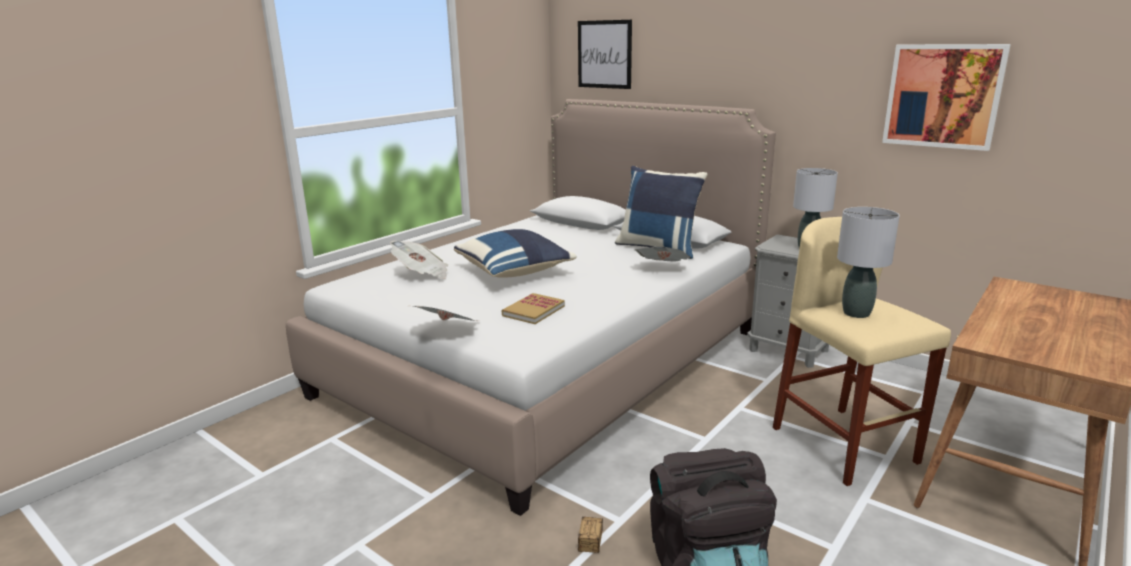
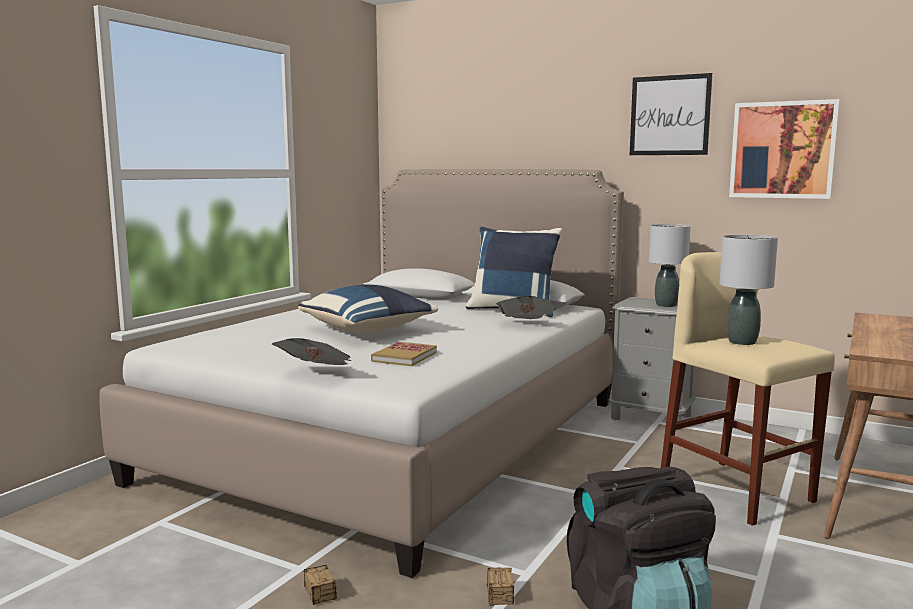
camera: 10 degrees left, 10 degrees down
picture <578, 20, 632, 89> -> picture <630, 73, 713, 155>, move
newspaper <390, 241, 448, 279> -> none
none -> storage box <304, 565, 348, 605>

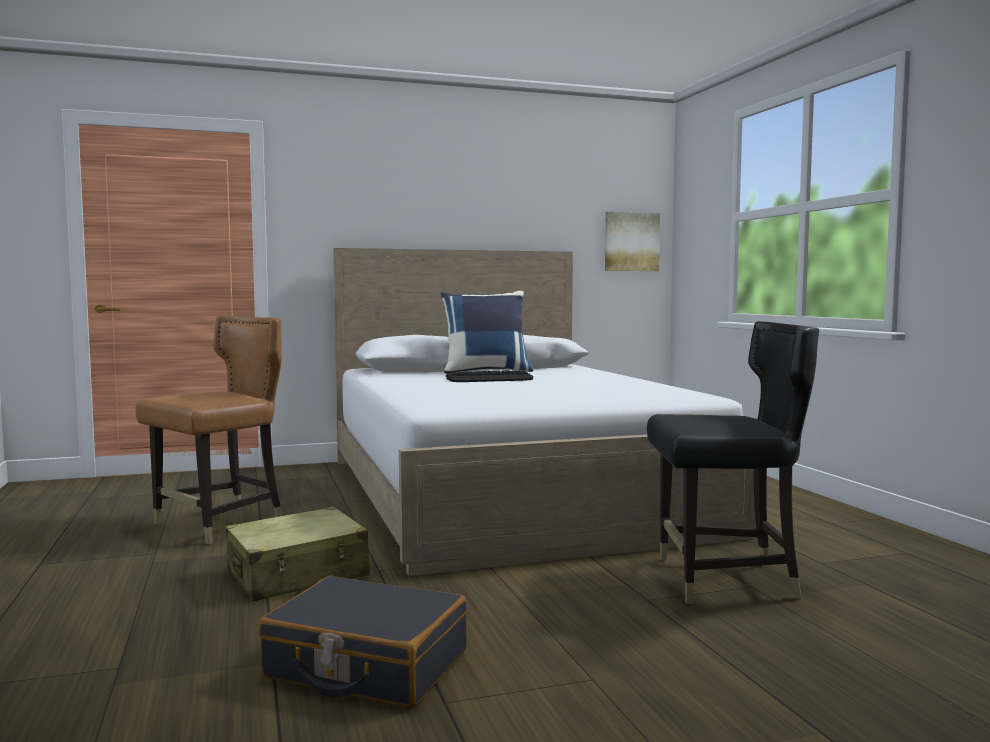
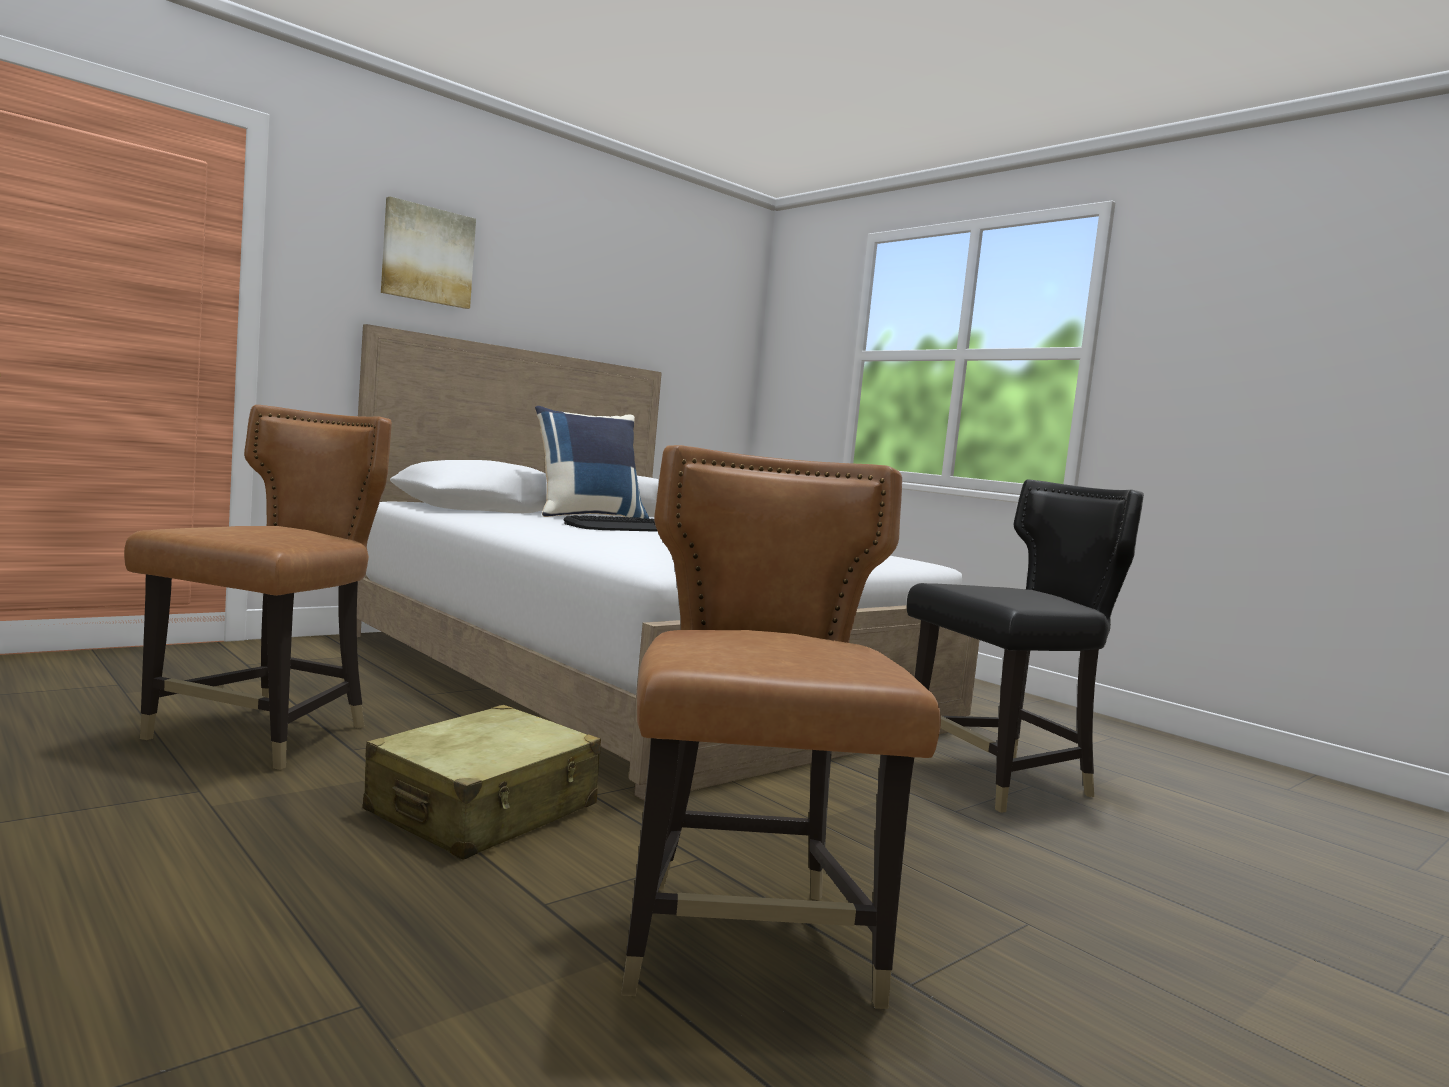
camera: 25 degrees left, 0 degrees up
picture <605, 212, 660, 271> -> picture <381, 196, 476, 309>, move
black suitcase <258, 576, 467, 708> -> brown chair <621, 445, 941, 1009>

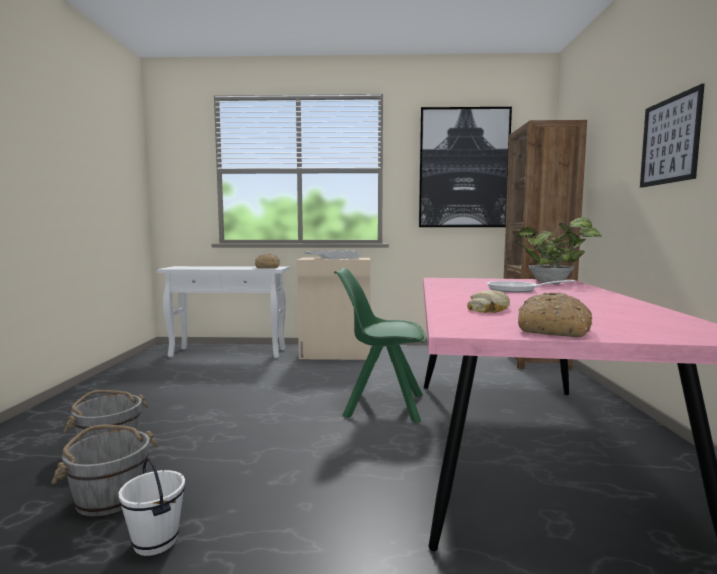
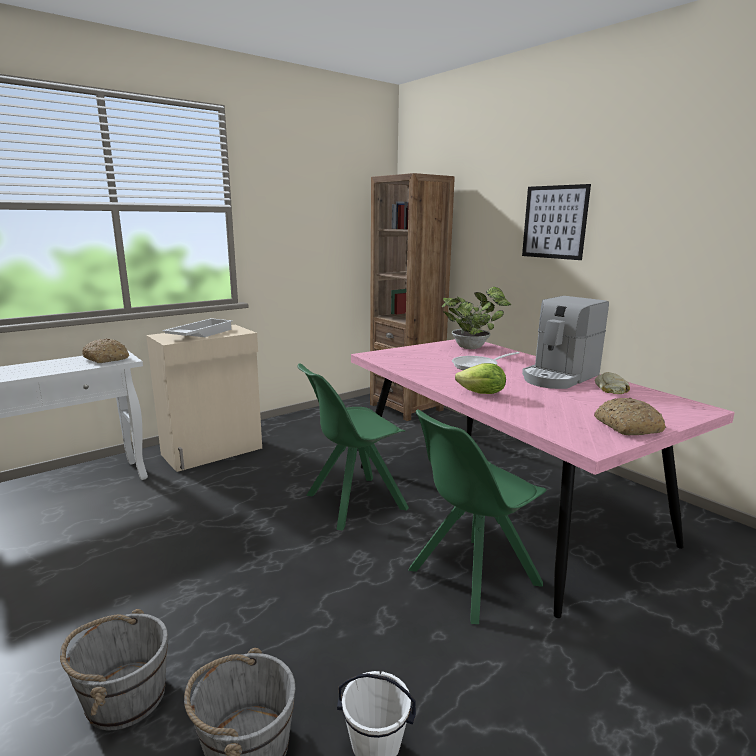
camera: 40 degrees left, 10 degrees up
picture <419, 107, 512, 227> -> none
bread <467, 290, 510, 313> -> bread <595, 372, 630, 394>, move
none -> coffee machine <522, 296, 609, 389>
none -> lettuce <455, 363, 506, 394>
none -> green chair <408, 409, 547, 624>

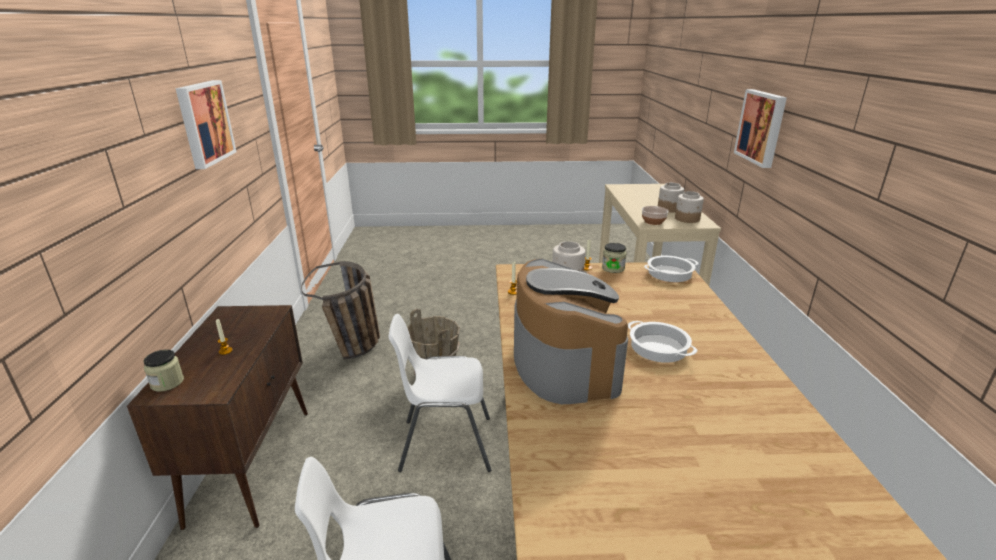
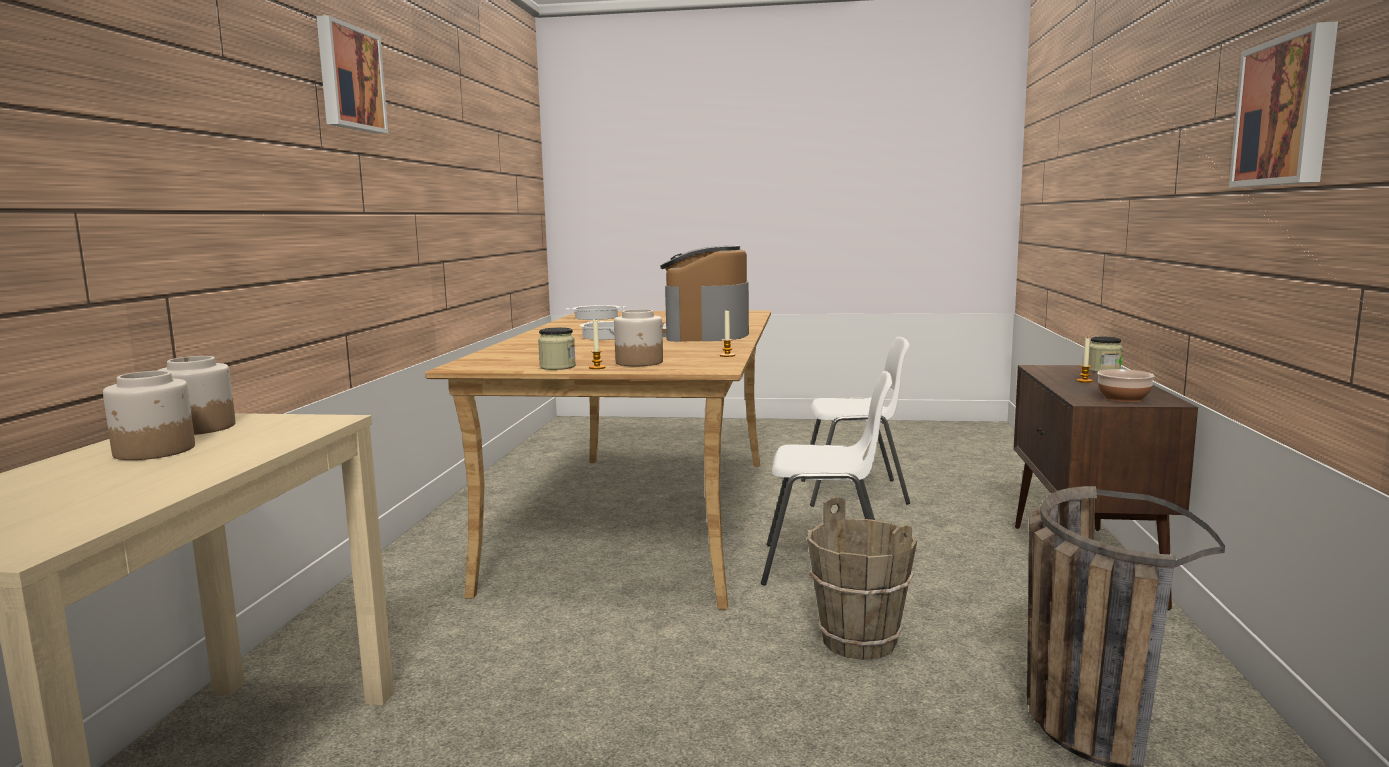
camera: 170 degrees left, 15 degrees down
picture <734, 89, 787, 168> -> picture <316, 15, 388, 134>, move
bowl <642, 206, 669, 225> -> bowl <1097, 369, 1154, 402>, move
cooking pot <644, 256, 699, 282> -> cooking pot <566, 305, 626, 320>, move

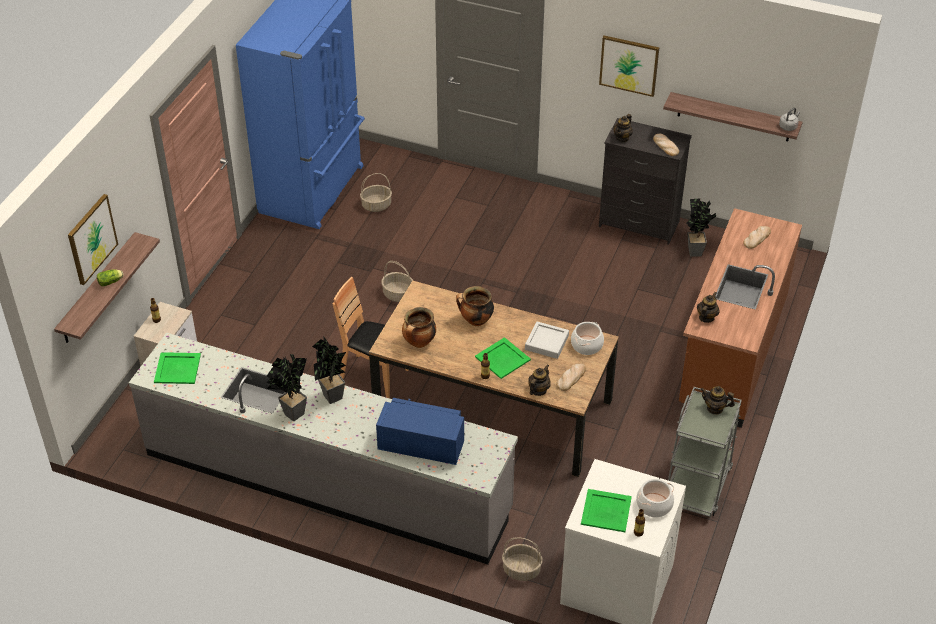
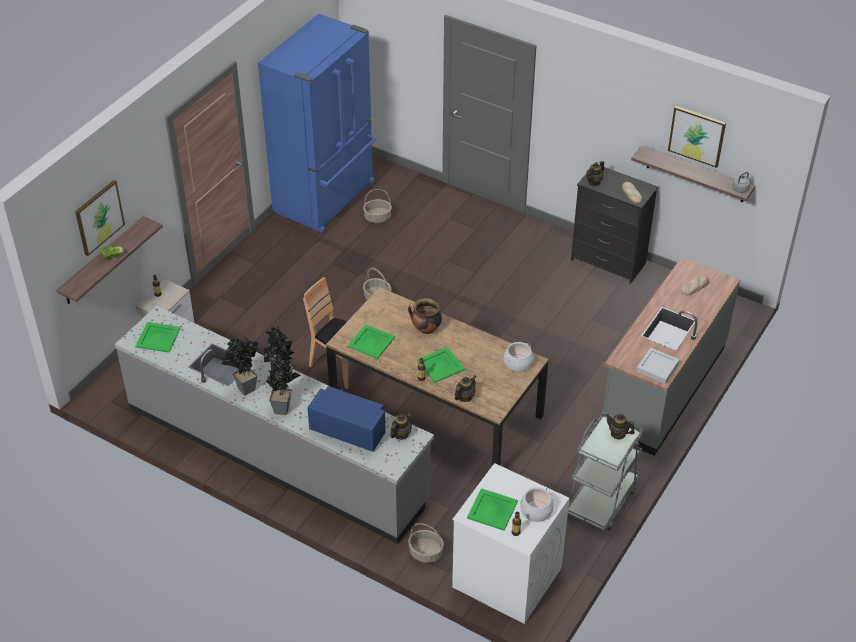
camera: 10 degrees right, 0 degrees up
picture <599, 35, 659, 97> -> picture <668, 106, 726, 168>, move
potted plant <686, 198, 716, 257> -> potted plant <266, 354, 301, 415>, move
brown counter <679, 208, 802, 428> -> grey counter <603, 257, 740, 456>
teapot <697, 292, 720, 323> -> teapot <390, 411, 412, 440>, move
cooking pot <402, 307, 436, 348> -> green tray <347, 324, 395, 359>
grey tray <525, 321, 569, 359> -> grey tray <636, 348, 679, 384>, move
bread <557, 364, 586, 391> -> none

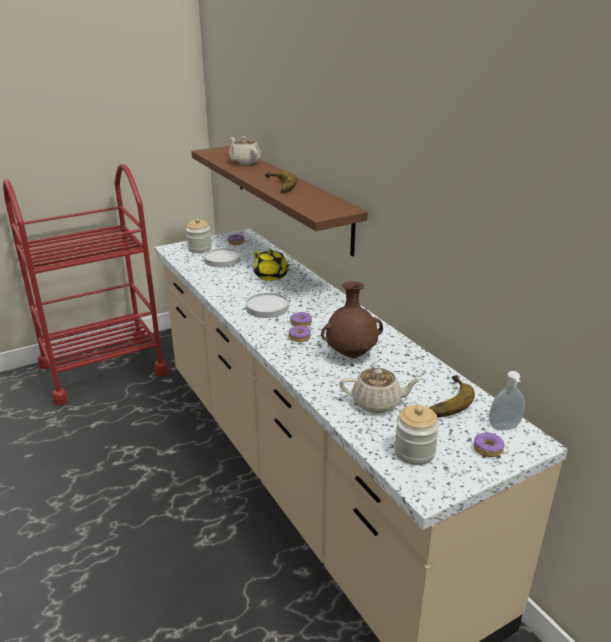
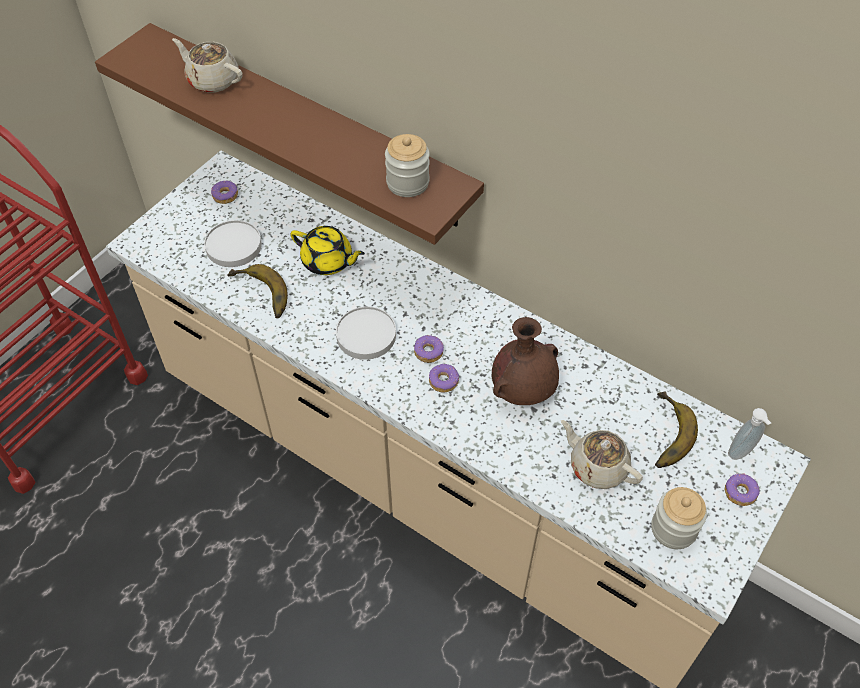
camera: 25 degrees left, 25 degrees up
banana <265, 171, 297, 193> -> banana <227, 264, 288, 318>, move
jar <186, 218, 212, 253> -> jar <385, 134, 430, 197>, move
beige teapot <339, 368, 422, 413> -> beige teapot <561, 420, 643, 489>, 120 degrees counterclockwise

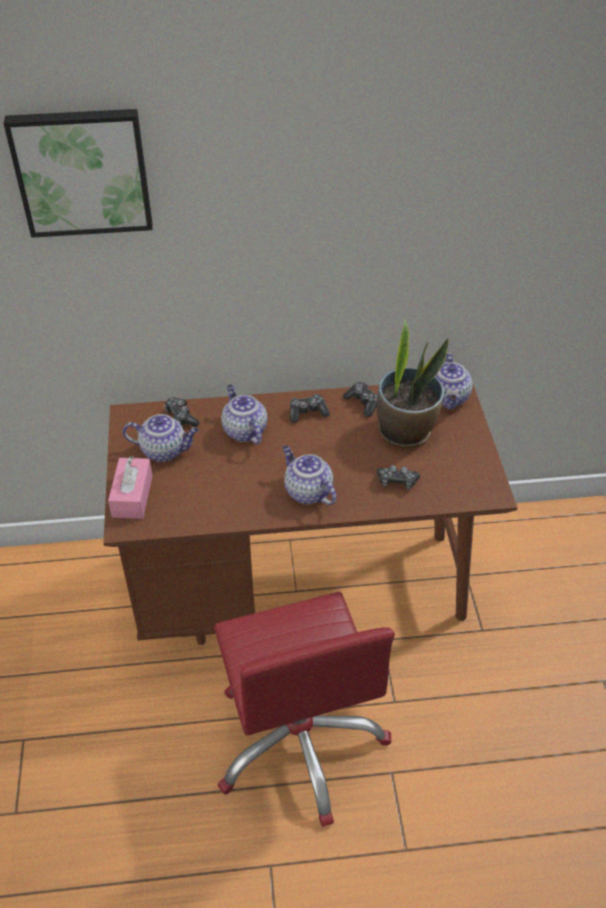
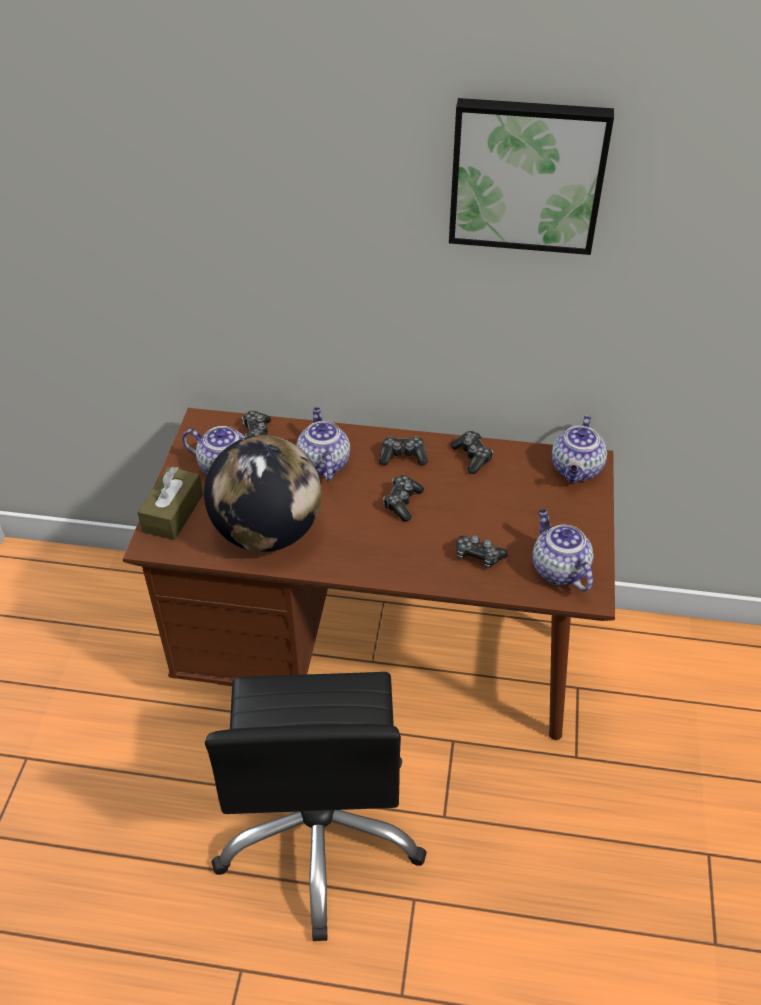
camera: 15 degrees right, 0 degrees up
picture <3, 109, 152, 238> -> picture <449, 98, 614, 255>, move
potted plant <377, 319, 449, 448> -> none
teapot <282, 445, 337, 505> -> teapot <533, 509, 593, 591>, move
pink tissue box <108, 456, 153, 519> -> brown tissue box <137, 467, 203, 540>
red office chair <214, 592, 395, 827> -> black office chair <205, 672, 427, 941>
none -> globe <204, 435, 321, 552>
none -> game controller <383, 475, 424, 521>

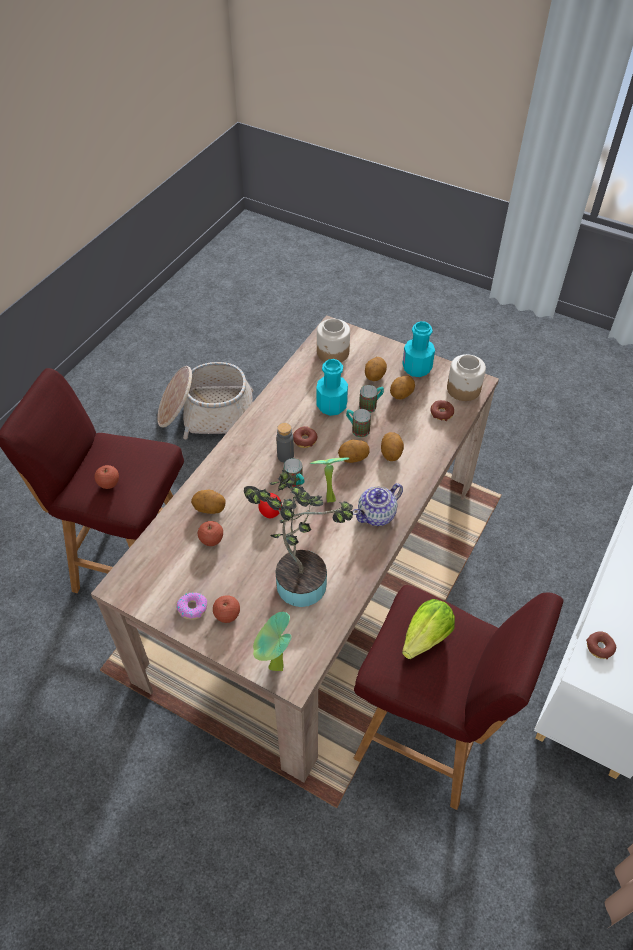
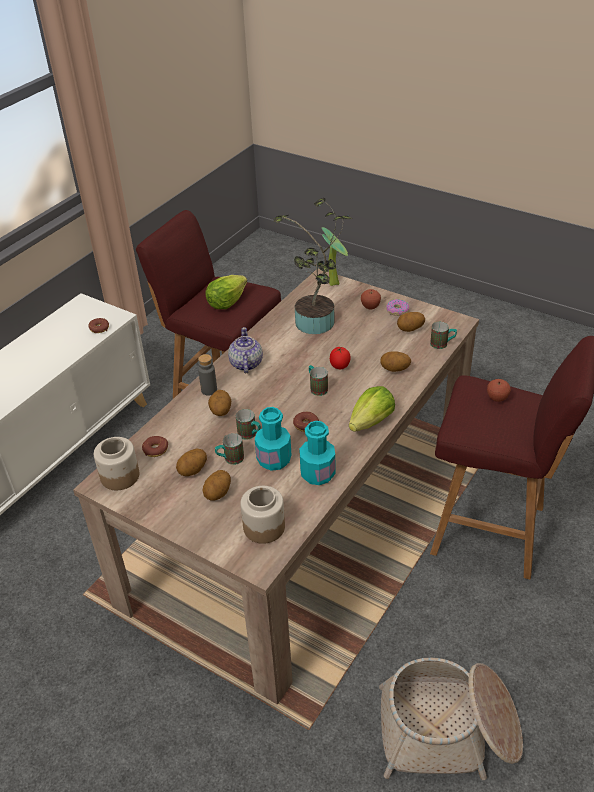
camera: 175 degrees left, 10 degrees down
turquoise bottle <402, 321, 435, 377> -> turquoise bottle <299, 421, 335, 485>, move
grey bottle <276, 423, 294, 462> -> grey bottle <198, 354, 217, 396>, move
potato <338, 440, 370, 463> -> potato <397, 312, 425, 332>, move
potted plant <310, 457, 350, 503> -> none
teapot <353, 483, 403, 526> -> teapot <228, 327, 263, 373>, 60 degrees counterclockwise
apple <198, 521, 223, 546> -> none
none -> mug <430, 322, 457, 349>
none -> lettuce <349, 386, 395, 432>

